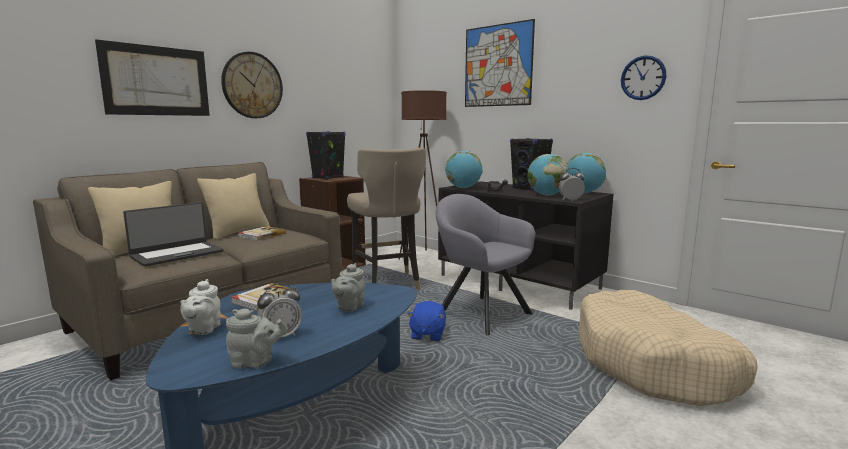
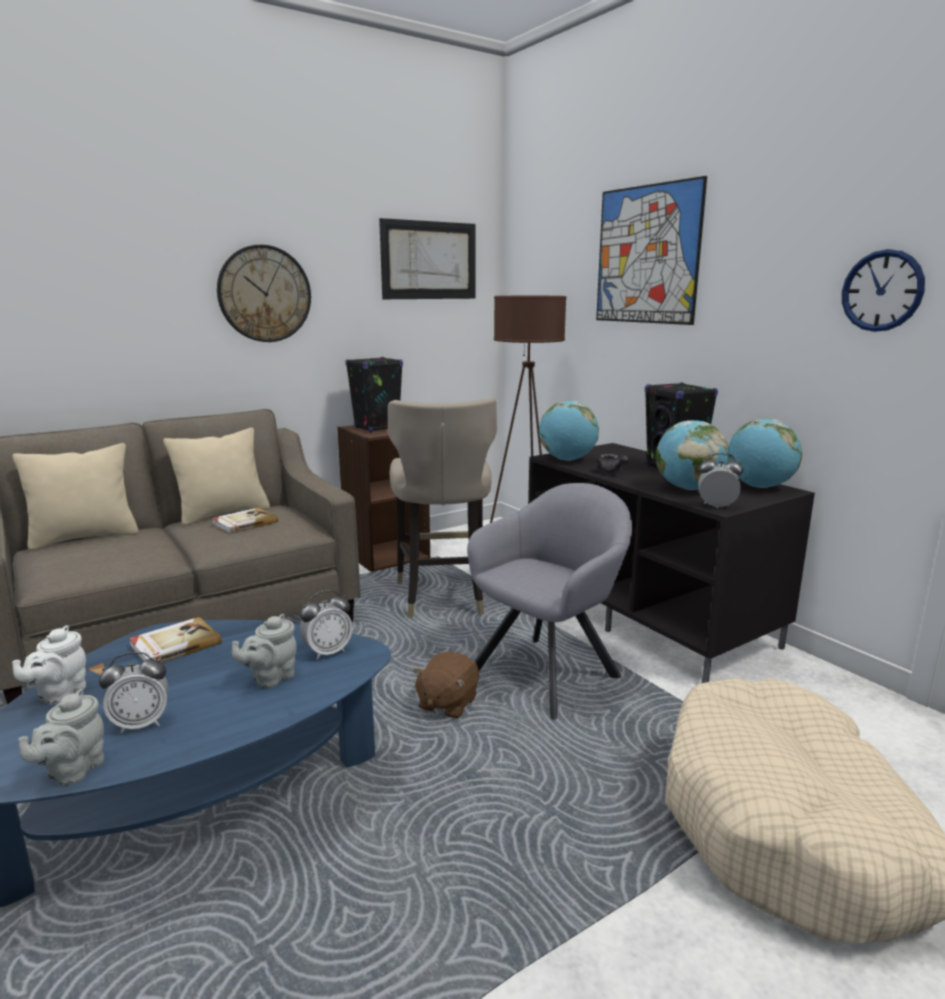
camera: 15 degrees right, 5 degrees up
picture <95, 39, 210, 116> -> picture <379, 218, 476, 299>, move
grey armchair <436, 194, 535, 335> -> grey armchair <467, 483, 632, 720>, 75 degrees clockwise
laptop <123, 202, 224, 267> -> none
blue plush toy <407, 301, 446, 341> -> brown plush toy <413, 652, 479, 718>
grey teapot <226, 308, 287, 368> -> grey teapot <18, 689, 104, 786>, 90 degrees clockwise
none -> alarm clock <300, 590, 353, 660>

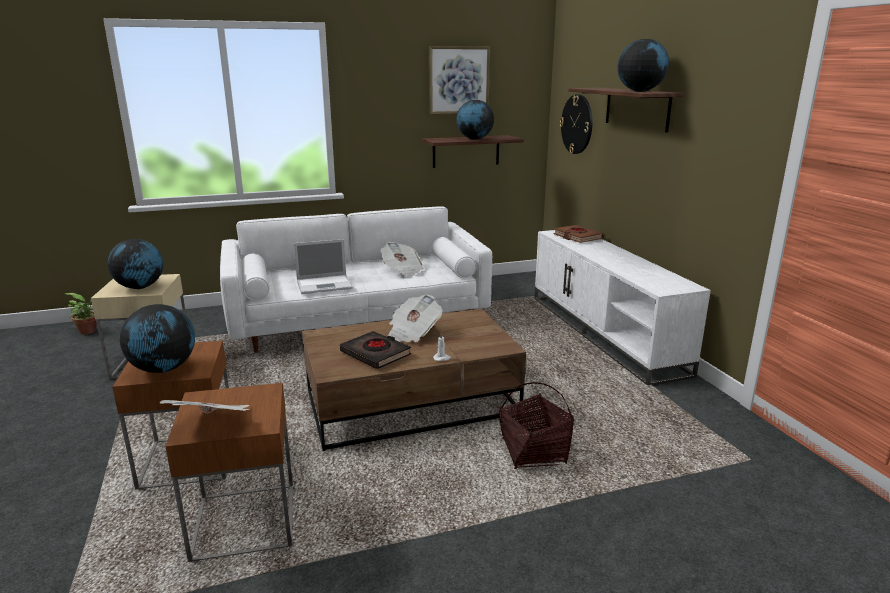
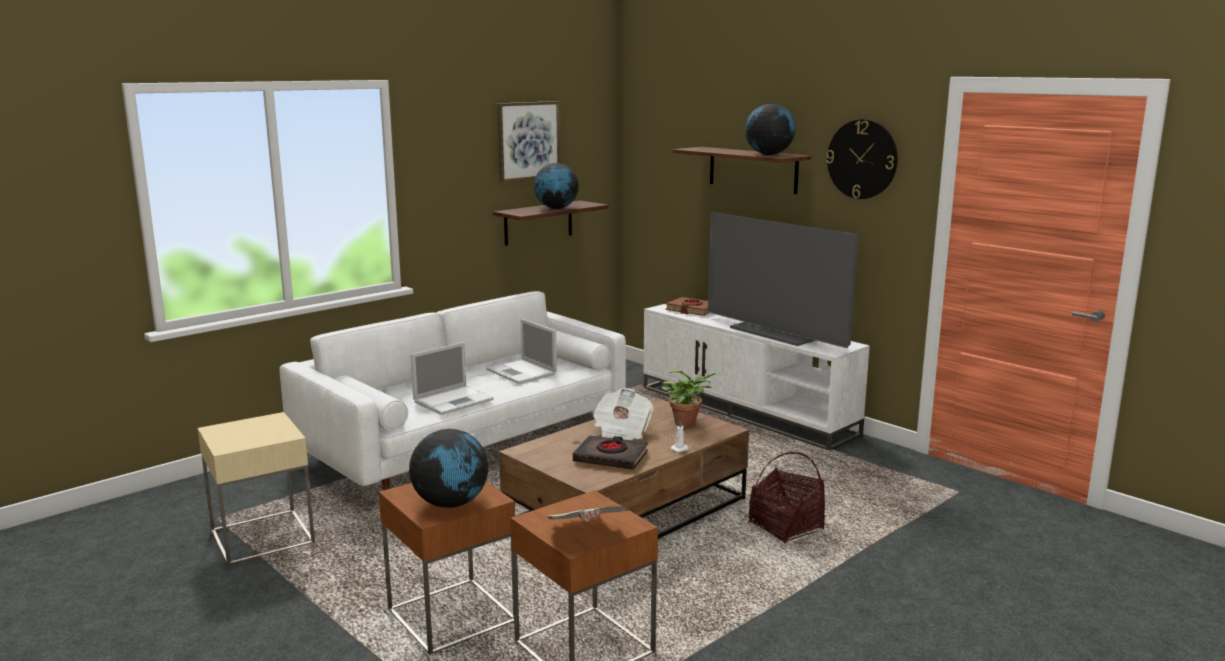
camera: 25 degrees left, 5 degrees down
wall clock <559, 94, 593, 154> -> wall clock <826, 119, 898, 199>, move
globe <108, 239, 163, 289> -> none
newspaper <380, 242, 424, 277> -> laptop <486, 319, 557, 384>
potted plant <64, 293, 97, 334> -> potted plant <661, 369, 719, 426>, move
none -> television <708, 212, 858, 348>

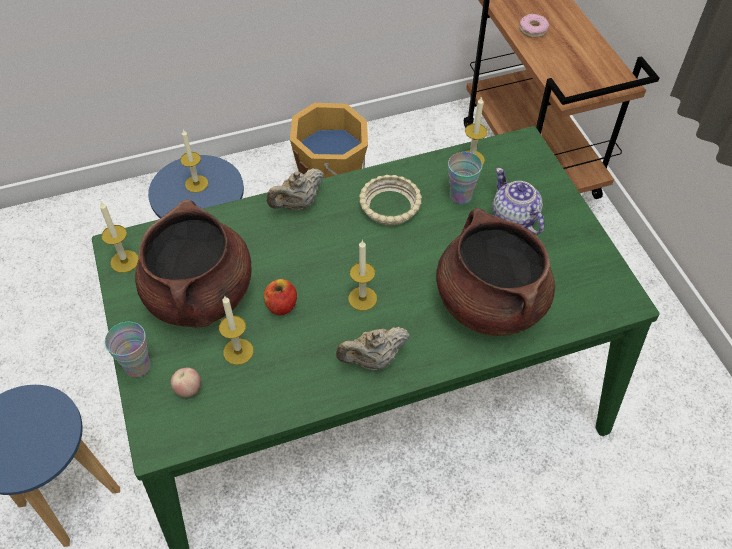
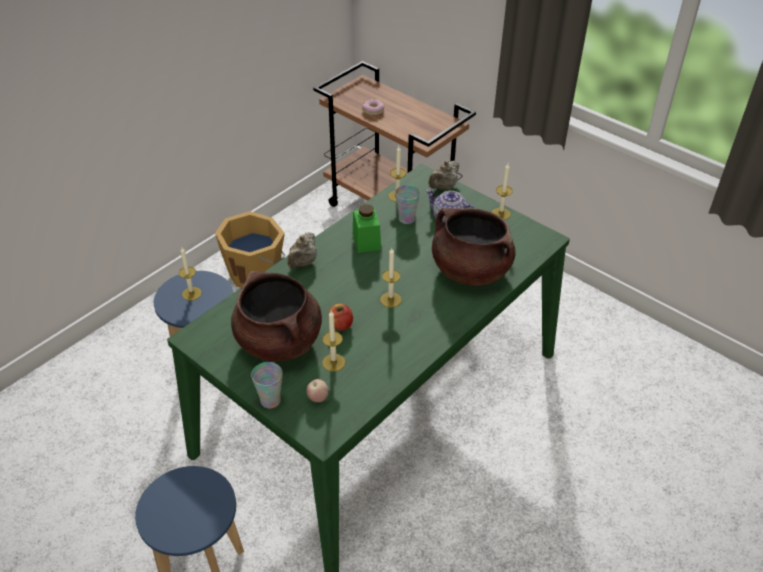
camera: 30 degrees left, 10 degrees down
beige bowl <359, 175, 422, 225> -> green jar <353, 204, 381, 253>
candle <100, 202, 139, 273> -> candle <492, 163, 513, 220>, move
beige teapot <336, 327, 410, 370> -> beige teapot <428, 161, 459, 190>, move

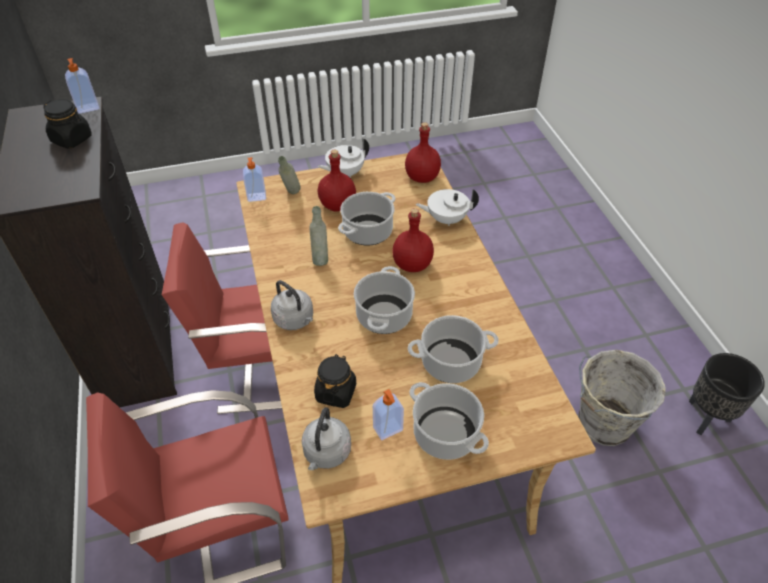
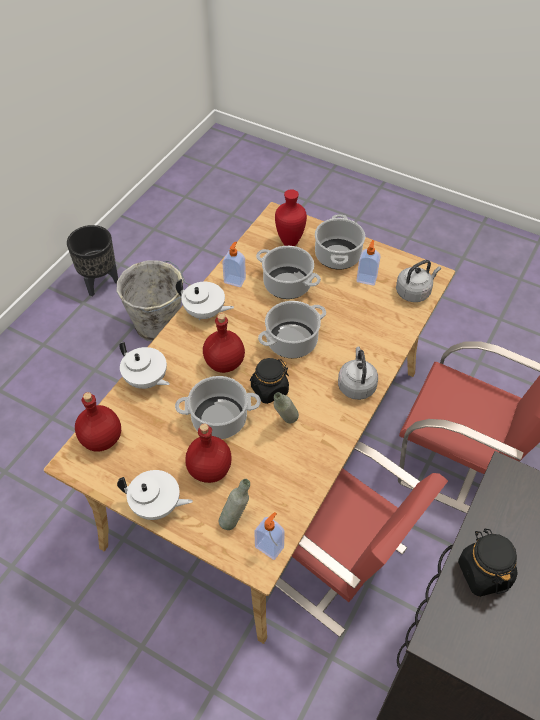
camera: 135 degrees left, 5 degrees up
soap dispenser <65, 58, 99, 114> -> soap dispenser <222, 242, 246, 287>, move
black jar <314, 354, 356, 408> -> black jar <250, 358, 289, 404>, move
none -> red vase <275, 189, 307, 246>
none -> white teapot <176, 279, 234, 320>

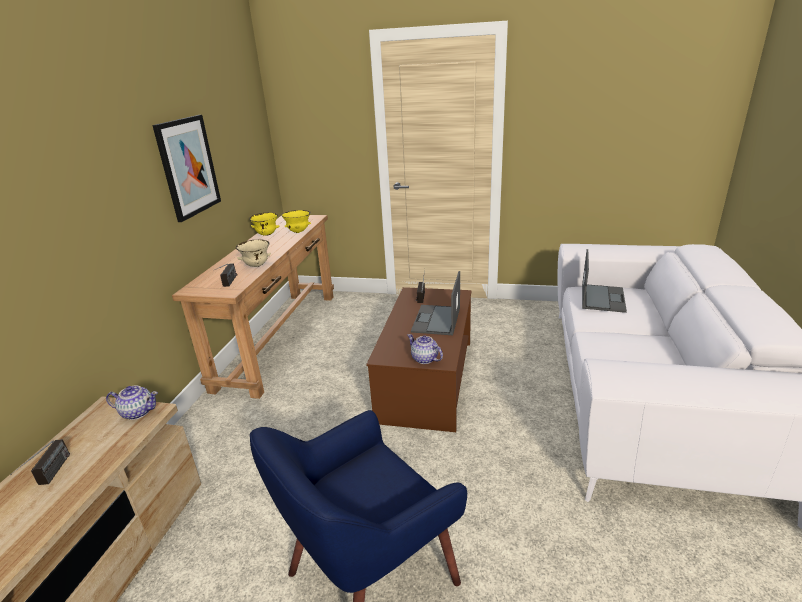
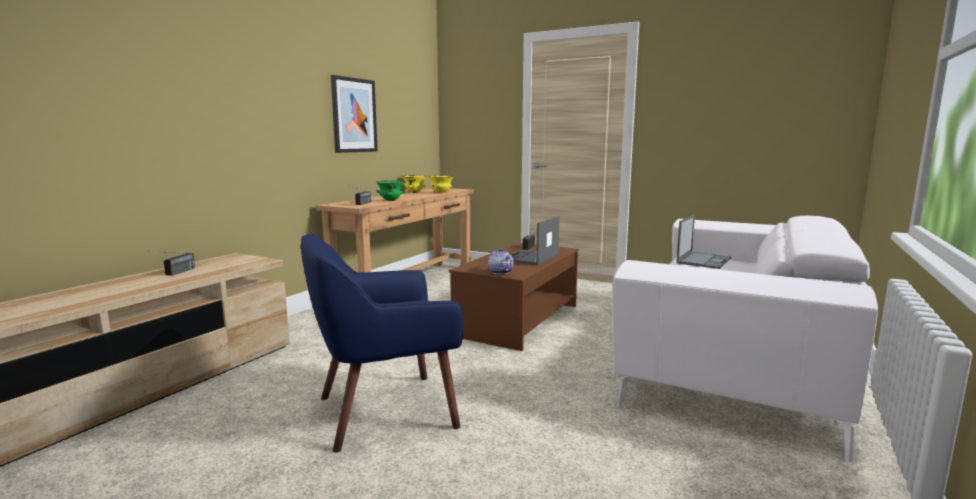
camera: 15 degrees right, 15 degrees down
beige bowl <236, 239, 271, 267> -> green bowl <376, 180, 405, 201>
teapot <106, 385, 158, 420> -> none

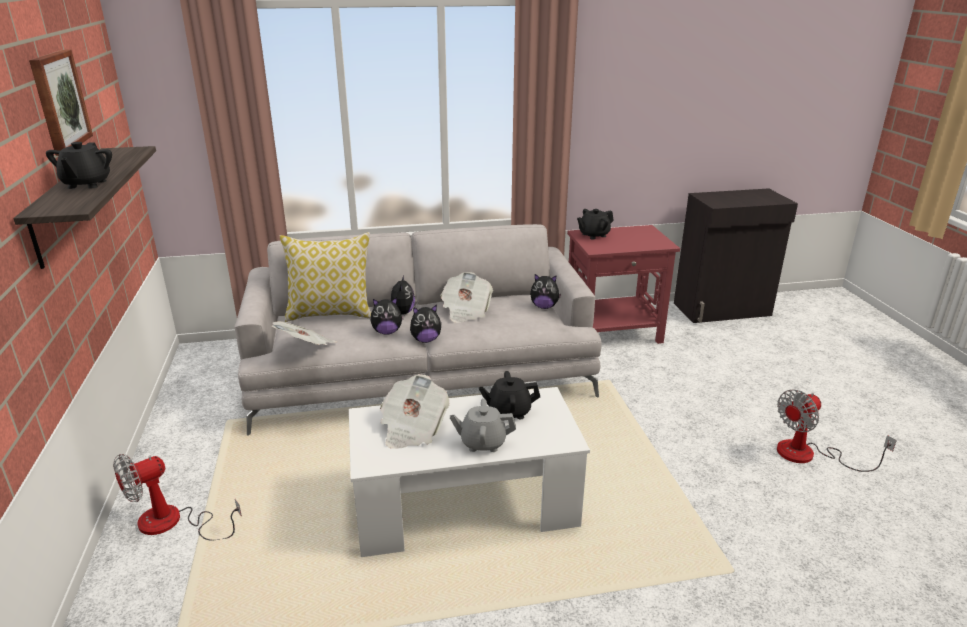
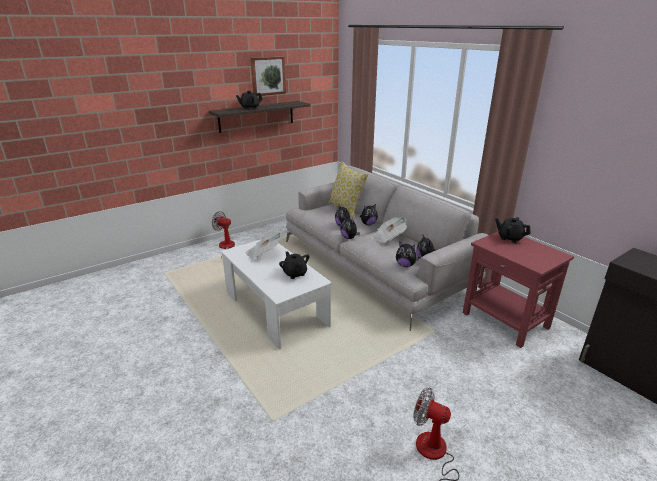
camera: 65 degrees right, 0 degrees up
newspaper <271, 321, 337, 345> -> none
grey teapot <450, 399, 516, 452> -> none
none -> plush toy <396, 242, 419, 267>

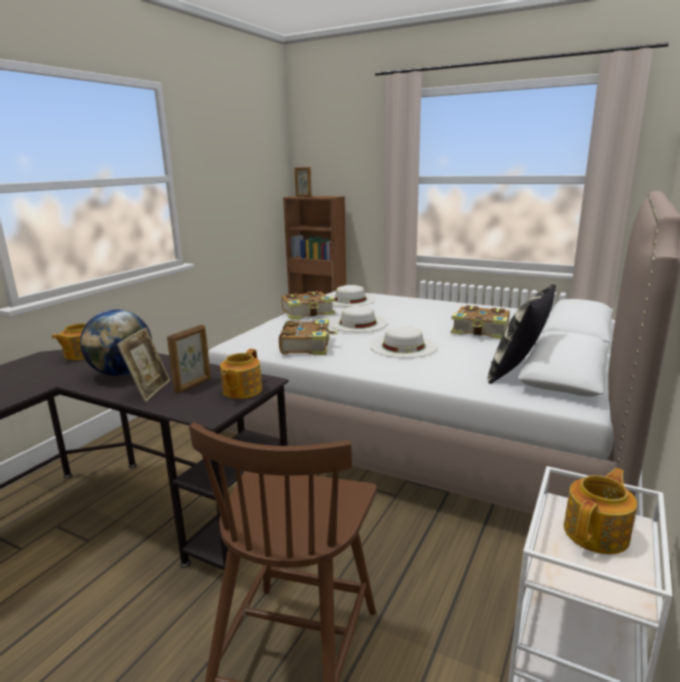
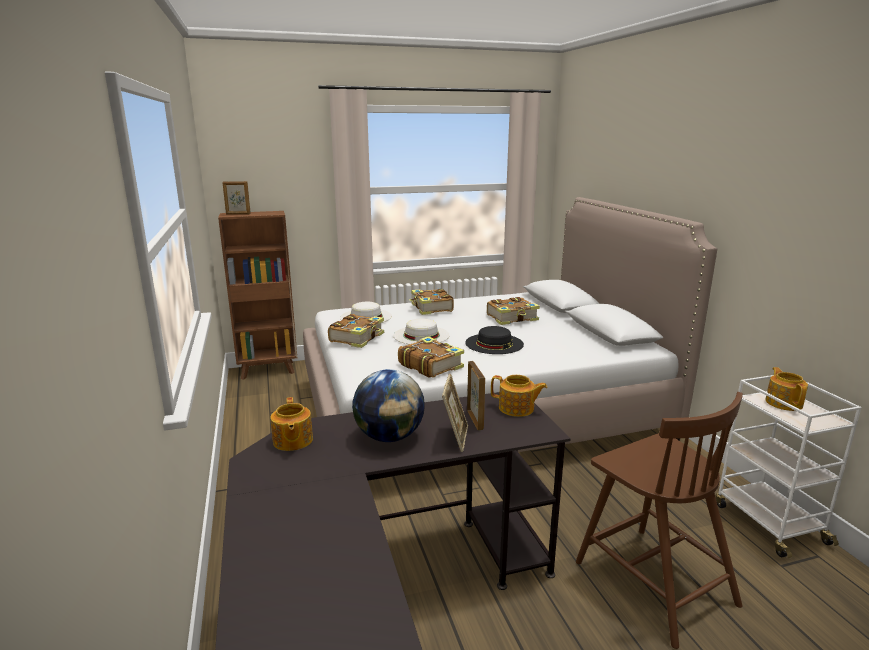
camera: 45 degrees left, 0 degrees up
pillow <487, 284, 556, 384> -> none
white hat <370, 326, 438, 358> -> black hat <465, 326, 524, 354>
picture frame <117, 327, 170, 402> -> picture frame <442, 374, 468, 452>, 45 degrees clockwise
teapot <220, 349, 262, 399> -> teapot <491, 375, 547, 417>, 45 degrees counterclockwise
none -> book <409, 288, 454, 315>

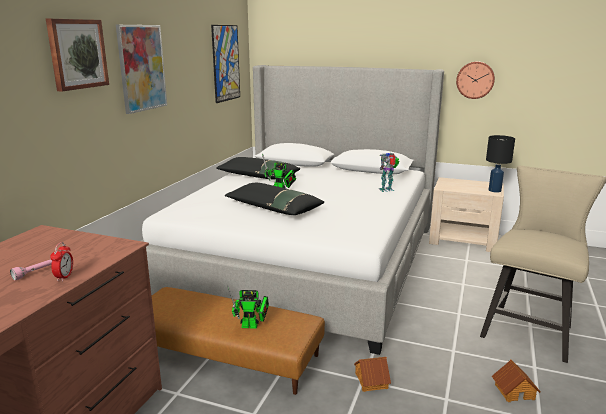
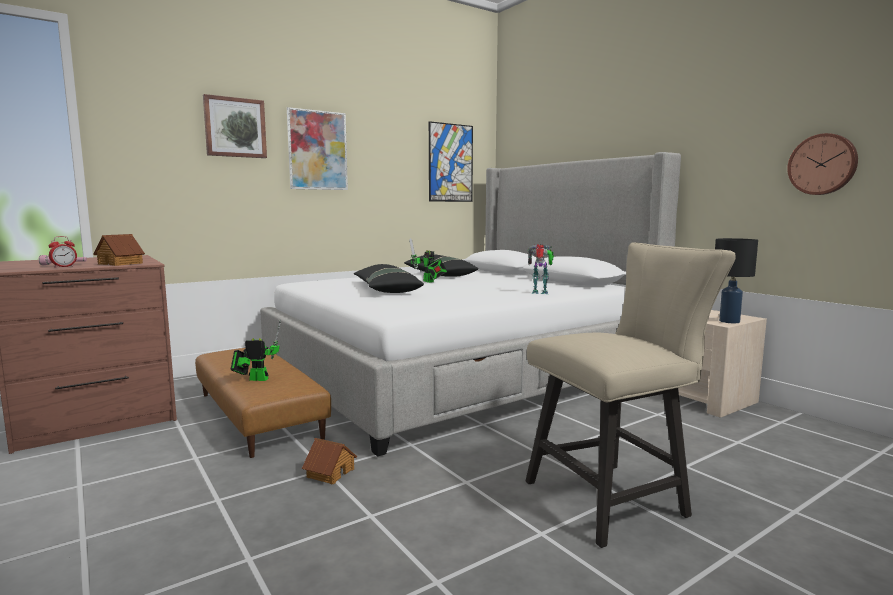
camera: 35 degrees right, 10 degrees down
wall clock <456, 61, 495, 99> -> wall clock <787, 133, 858, 195>, move
toy robot <228, 286, 269, 329> -> toy robot <231, 319, 281, 381>, 150 degrees clockwise
toy house <492, 360, 541, 402> -> toy house <94, 234, 145, 266>, move

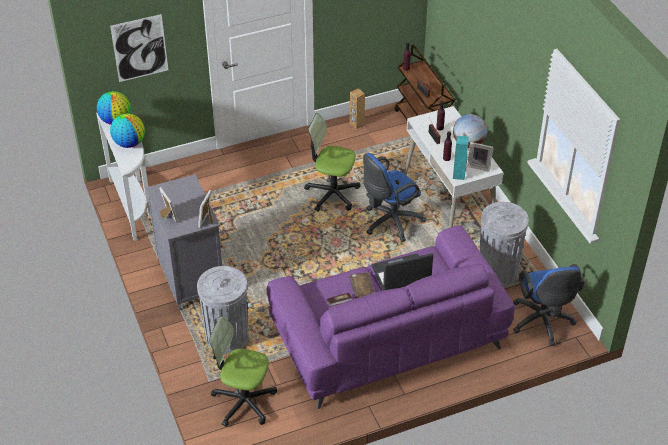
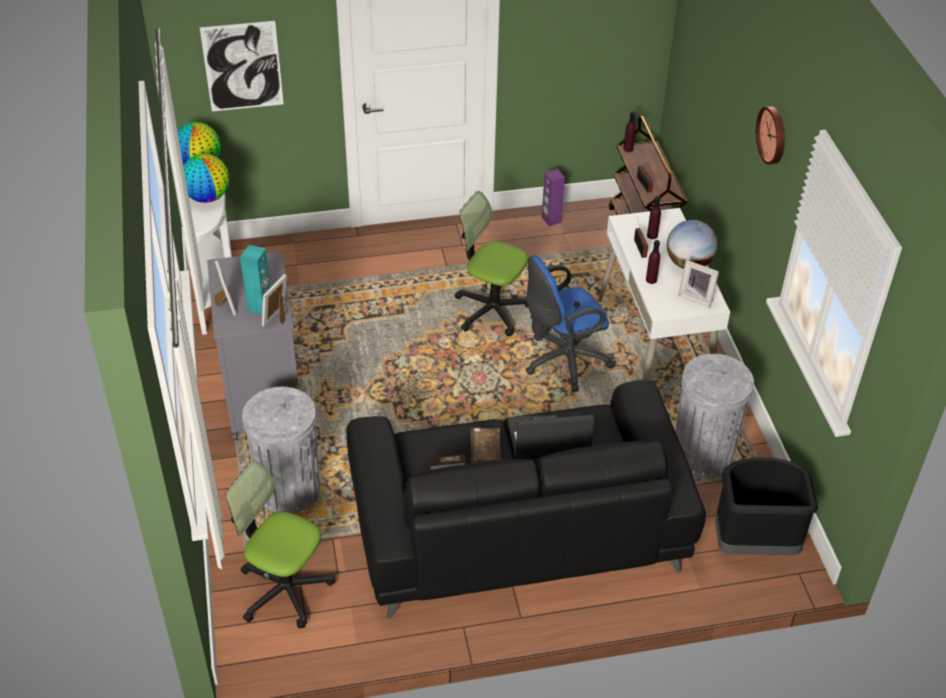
camera: 10 degrees right, 0 degrees up
brown speaker <350, 88, 365, 129> -> purple speaker <542, 169, 565, 226>
turquoise speaker <453, 136, 469, 180> -> turquoise speaker <240, 245, 271, 314>, move
purple sofa <267, 225, 515, 409> -> black sofa <346, 379, 706, 619>
blue office chair <513, 264, 585, 346> -> black trash can <715, 457, 818, 555>
none -> wall clock <756, 106, 785, 164>

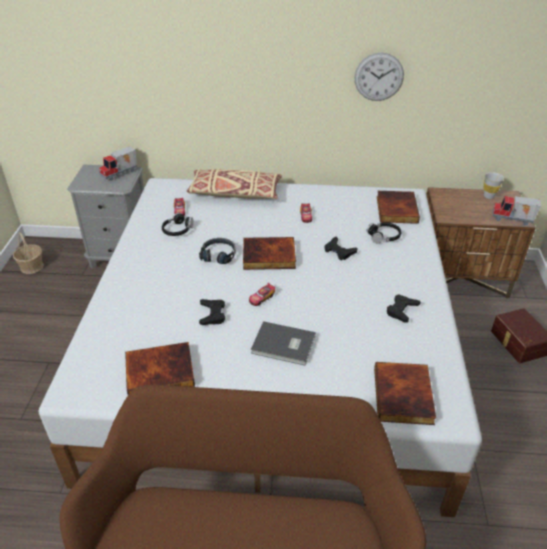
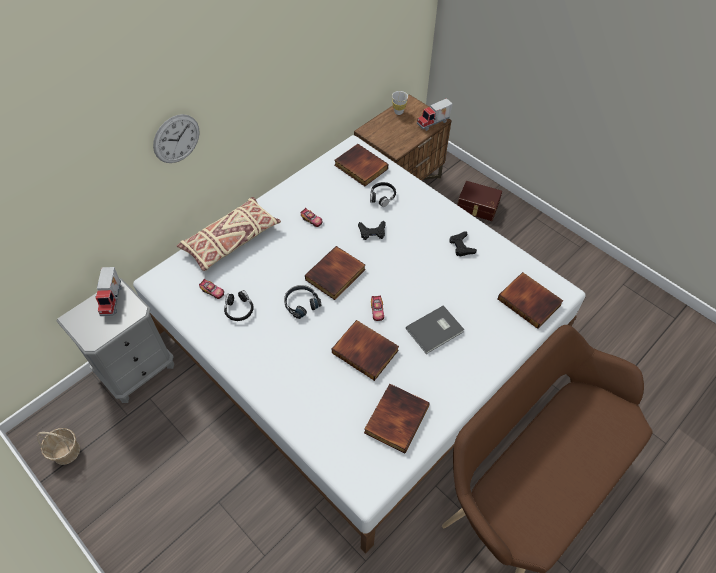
camera: 50 degrees left, 15 degrees up
wall clock <354, 53, 404, 101> -> wall clock <153, 114, 200, 163>, move
black game controller <199, 299, 225, 325> -> book <332, 320, 399, 381>

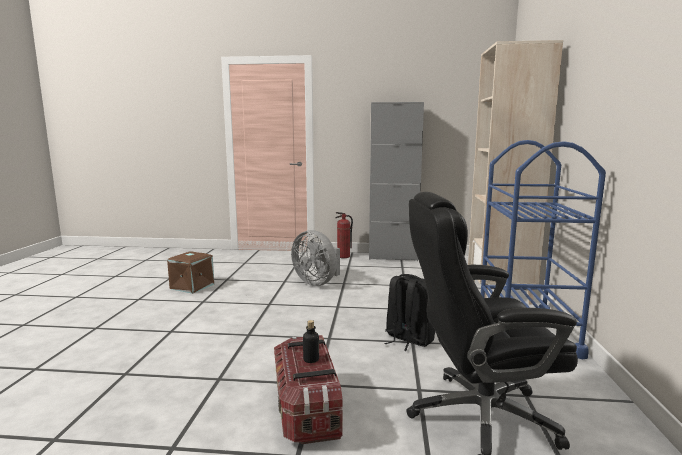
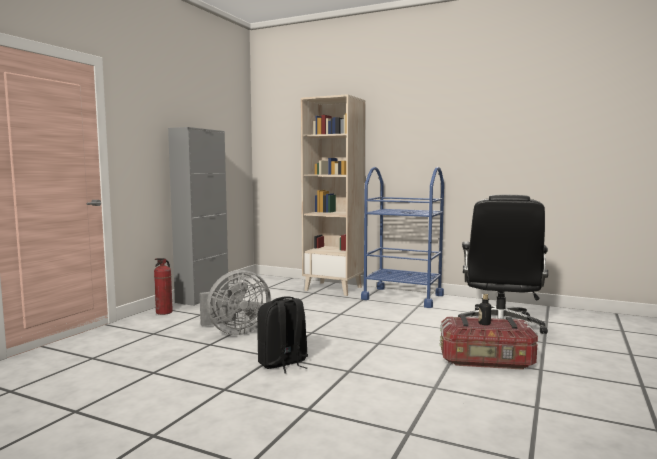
camera: 70 degrees left, 5 degrees down
brown storage box <167, 251, 214, 294> -> none
black backpack <384, 274, 435, 351> -> black backpack <257, 297, 308, 374>, move

